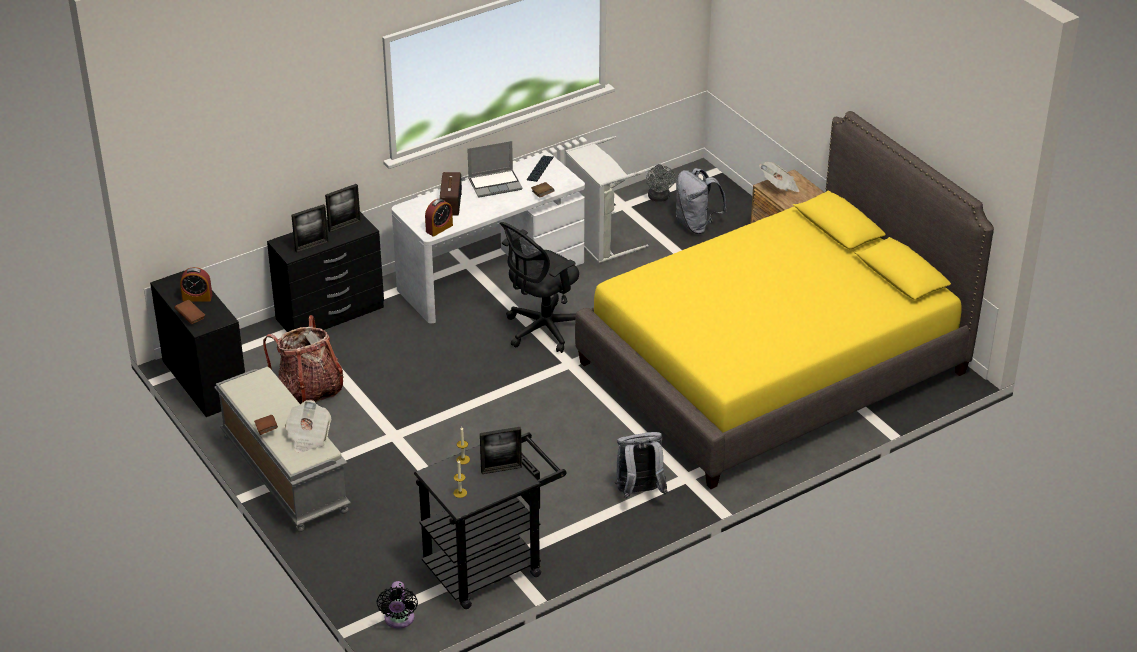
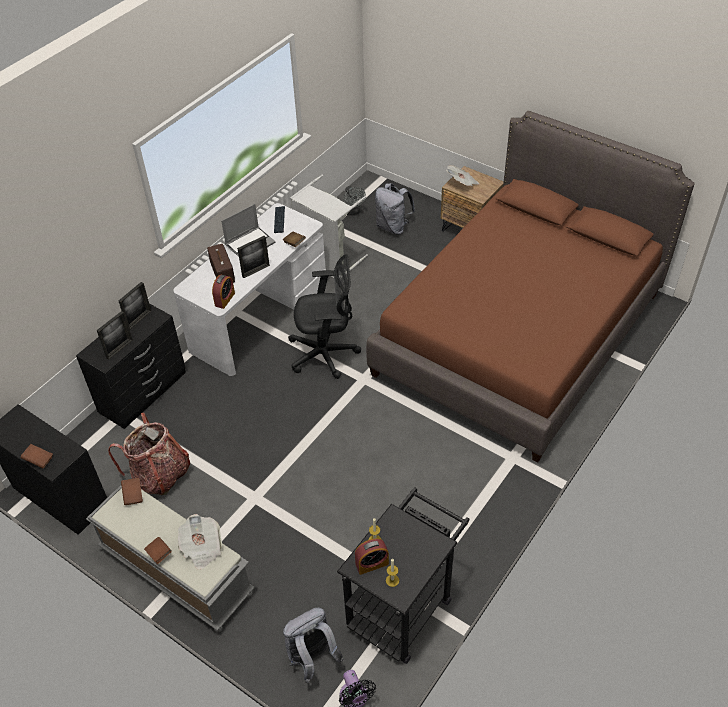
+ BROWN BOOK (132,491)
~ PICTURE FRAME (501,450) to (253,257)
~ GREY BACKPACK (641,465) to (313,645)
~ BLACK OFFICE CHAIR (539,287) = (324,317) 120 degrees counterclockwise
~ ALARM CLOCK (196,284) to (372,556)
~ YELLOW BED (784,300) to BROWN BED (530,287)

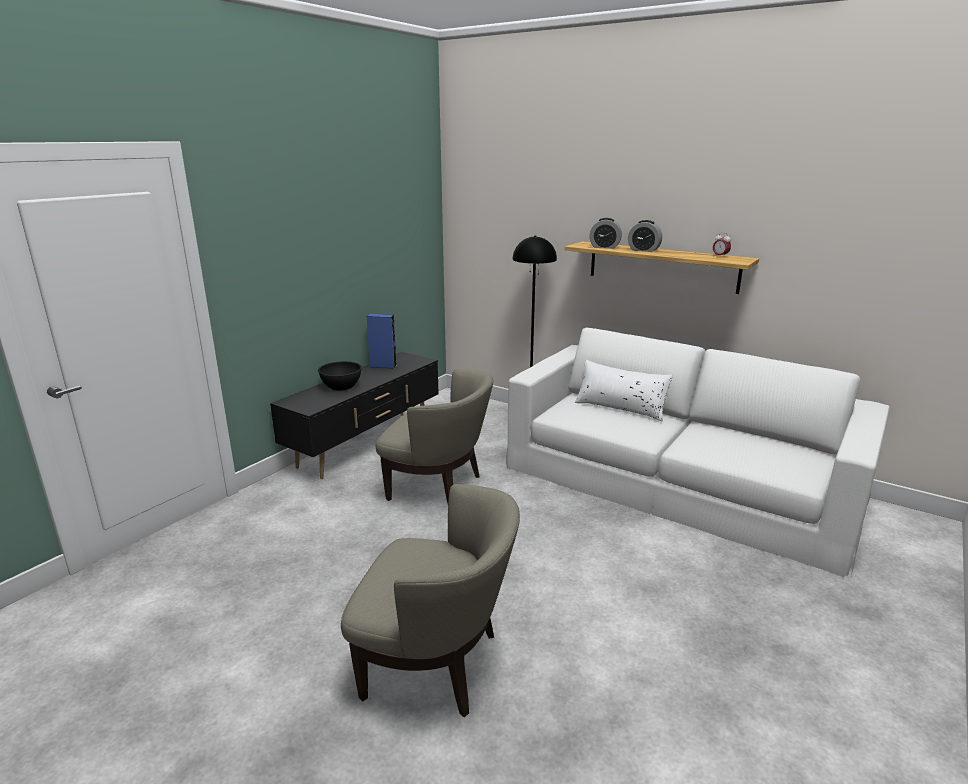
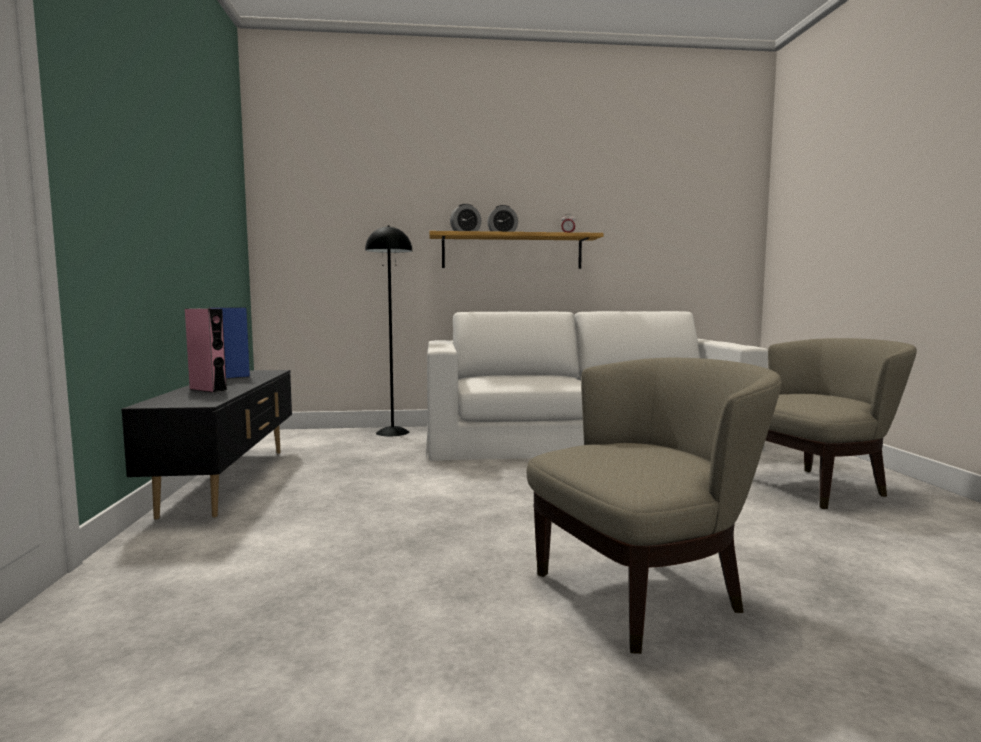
~ BLACK BOWL (340,376) to PINK SPEAKER (206,351)
~ BEIGE ARMCHAIR (434,436) to (841,423)
- WHITE PILLOW (624,390)

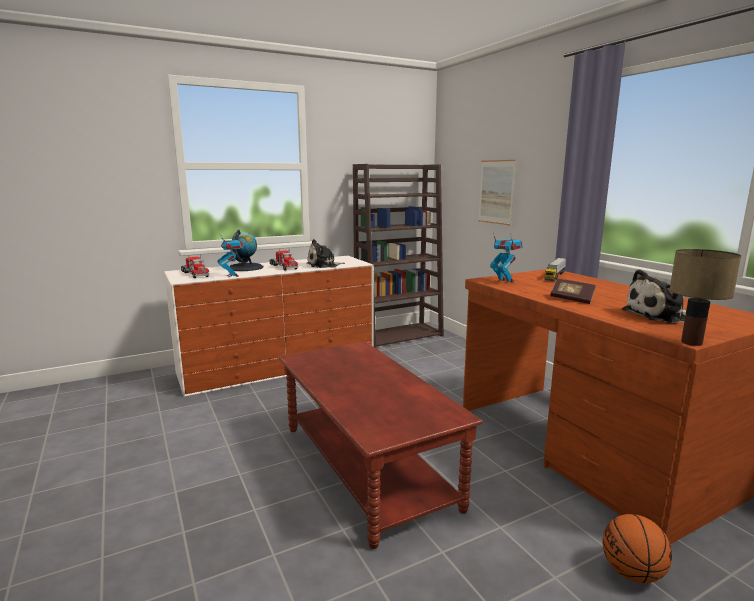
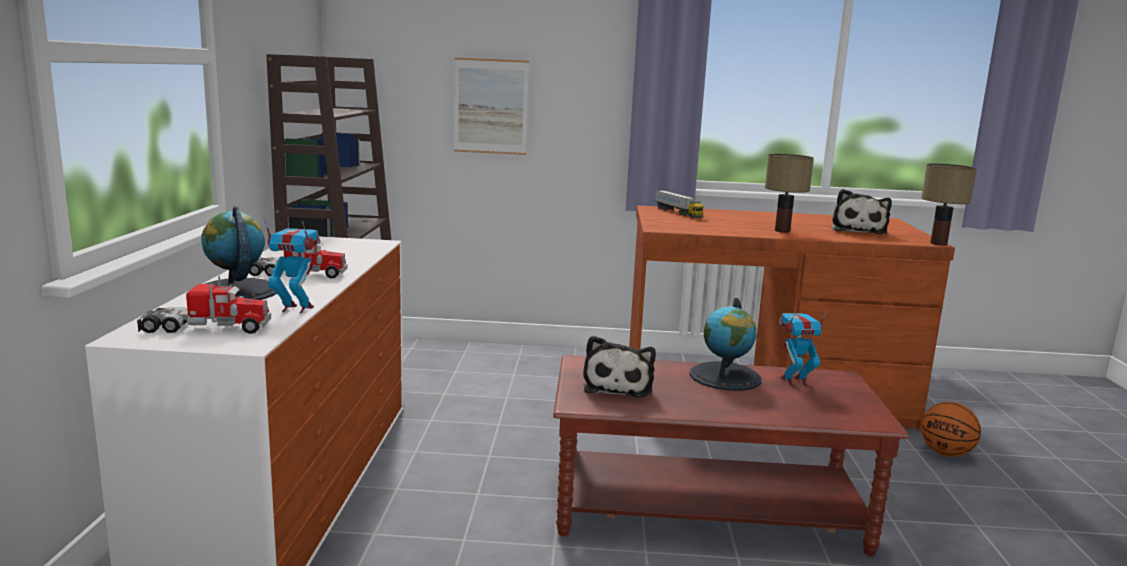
~ PLUSH TOY (326,253) to (619,367)
+ GLOBE (725,344)
~ BOOK (573,291) to TABLE LAMP (789,193)
~ TOY ROBOT (506,258) to (802,348)

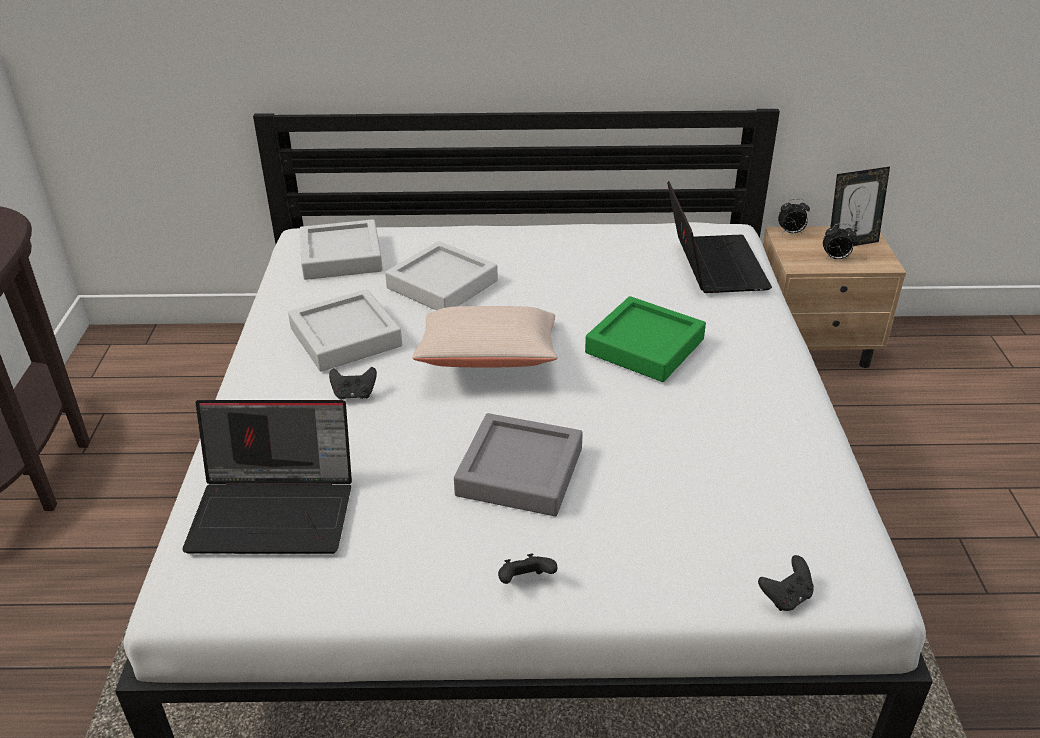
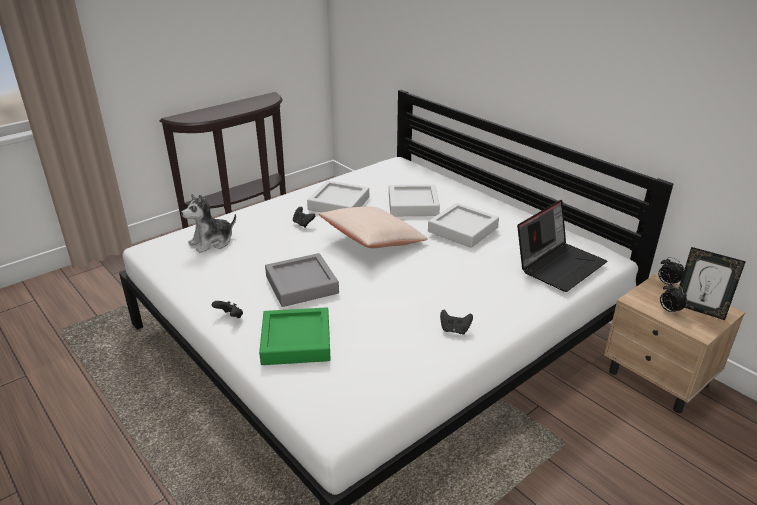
~ LAPTOP (267,477) to PLUSH TOY (208,223)
~ GREEN TRAY (645,339) to (295,336)
~ GREY TRAY (341,249) to (463,225)
~ BLACK GAME CONTROLLER (786,583) to (456,322)

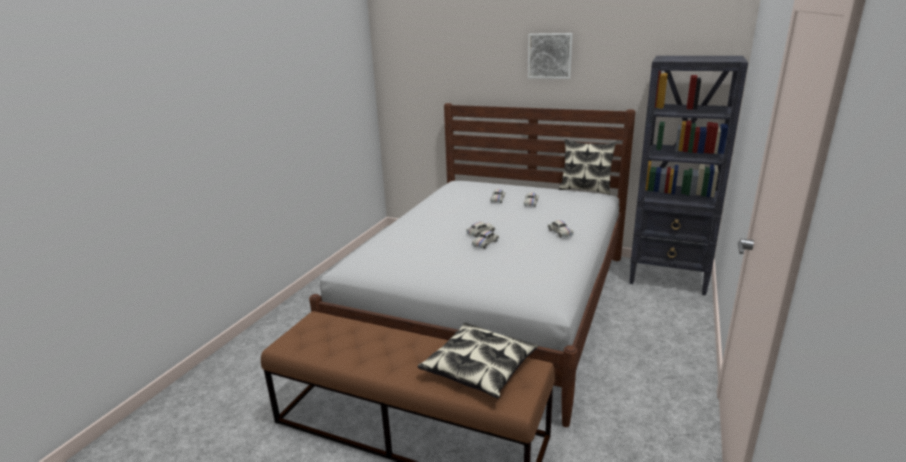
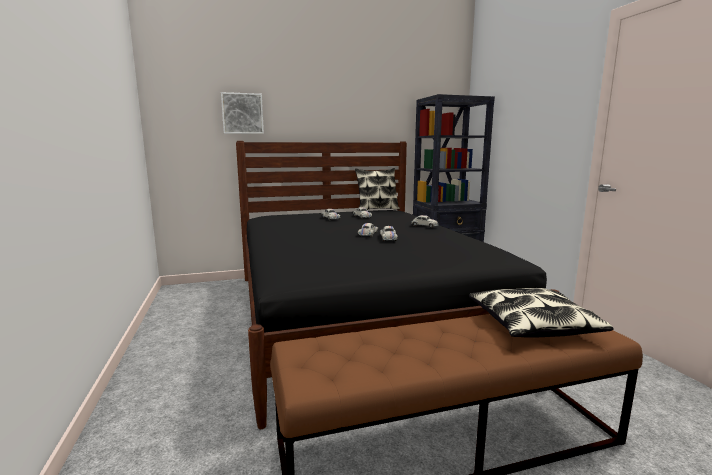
~ PICTURE (550,56) to (242,113)
~ WHITE BED (472,265) to BLACK BED (397,285)

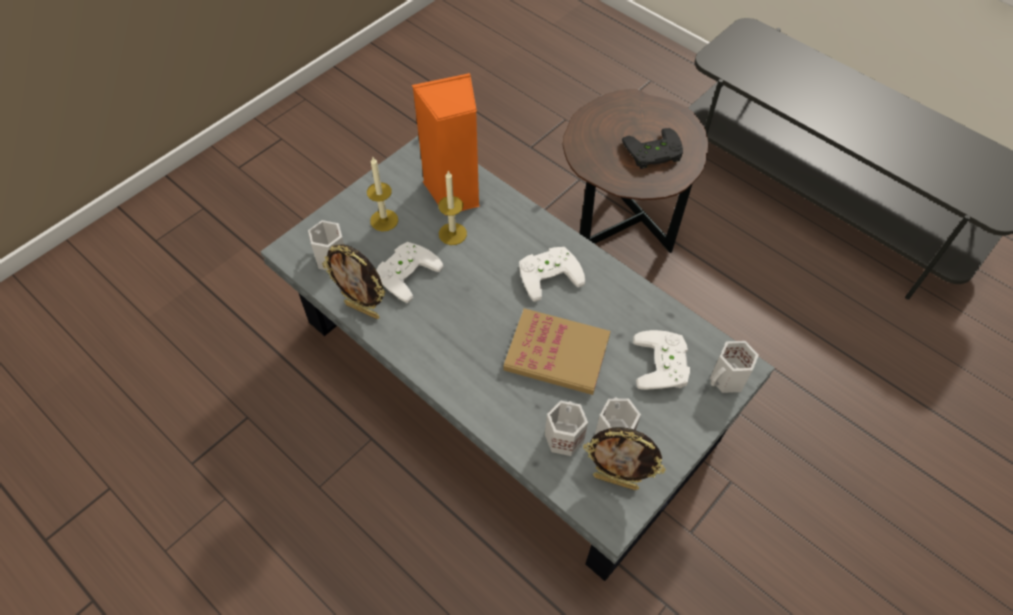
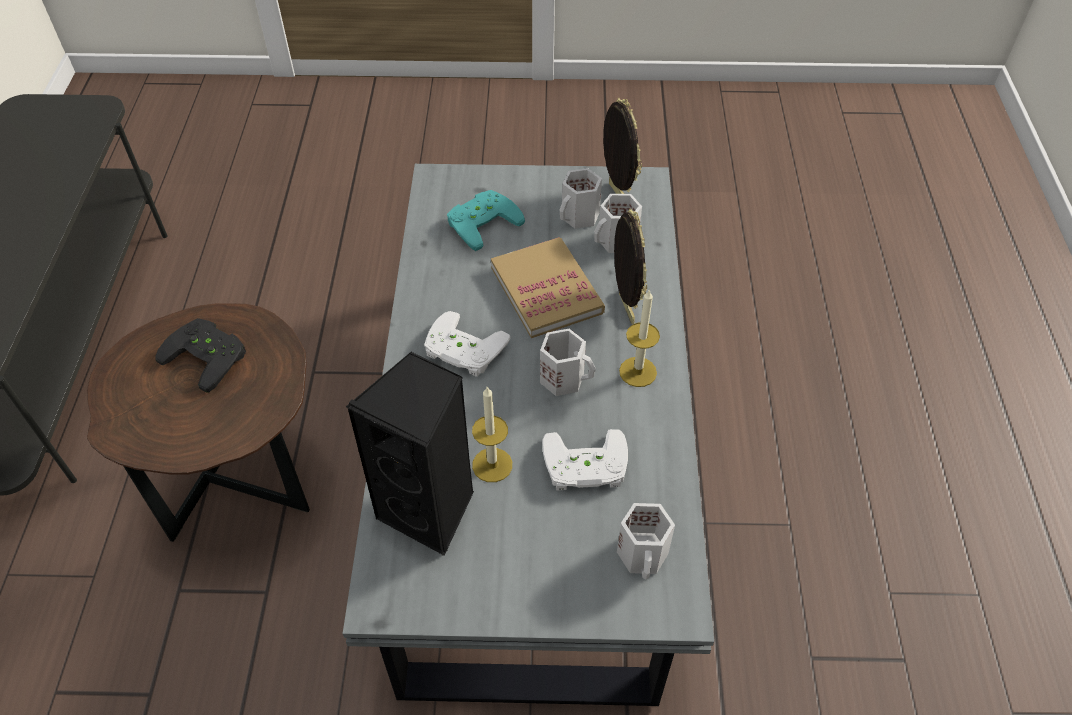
~ ORANGE SPEAKER (445,142) to BLACK SPEAKER (410,454)
~ WHITE GAME CONTROLLER (661,360) to TURQUOISE GAME CONTROLLER (486,220)
~ WHITE MUG (734,367) to (568,362)
~ PICTURE FRAME (353,281) to (630,266)
~ CANDLE (382,194) to (639,338)

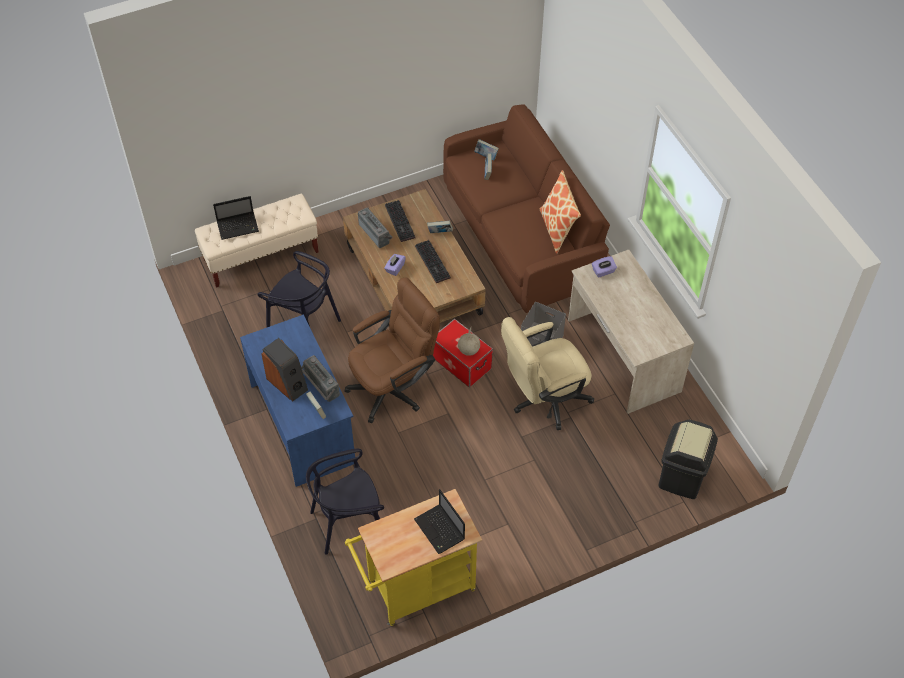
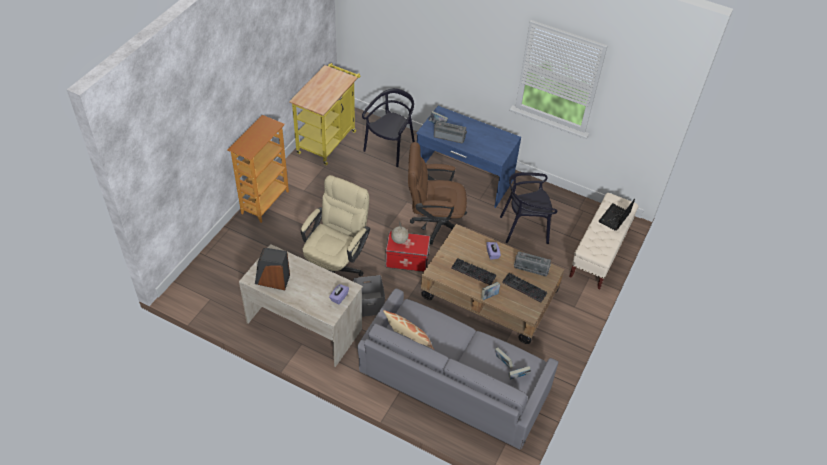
+ BOOKCASE (258,169)
~ SPEAKER (285,370) to (272,269)
~ BROWN SOFA (526,208) to GREY SOFA (457,368)
~ BROWN OFFICE CHAIR (392,350) = (437,193) 75 degrees clockwise
- LAPTOP (439,521)
- BLACK TRASH CAN (688,459)

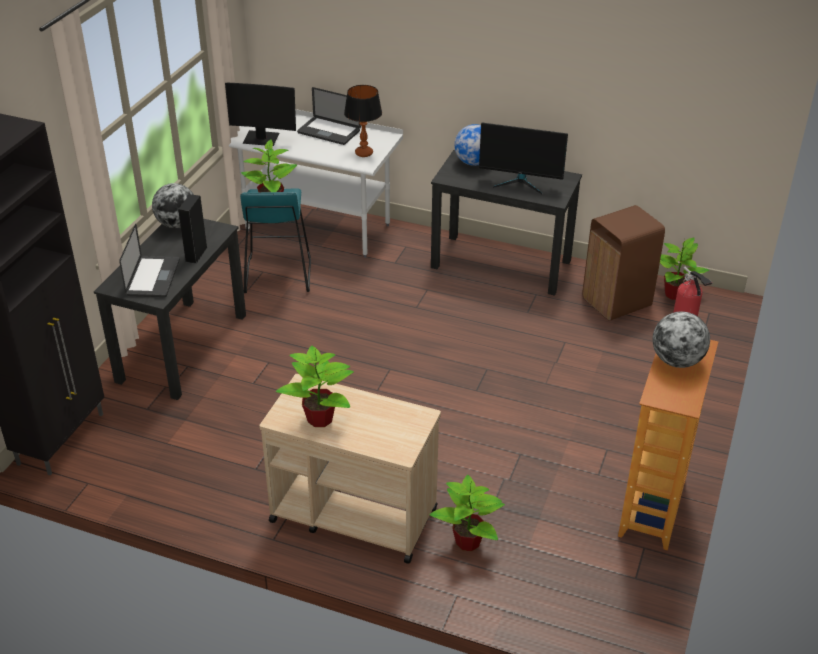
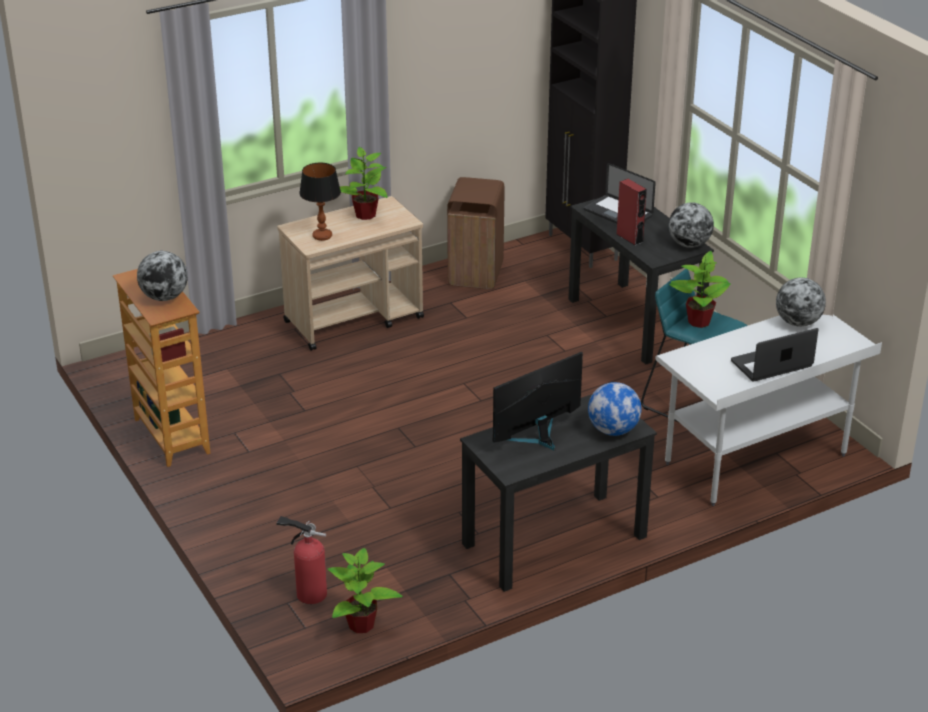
~ TABLE LAMP (363,121) to (320,202)
~ BROWN TRASH CAN (623,263) to (476,233)
~ BLACK SPEAKER (192,229) to RED SPEAKER (631,212)
~ MONITOR (260,114) to GLOBE (801,302)
- POTTED PLANT (467,513)

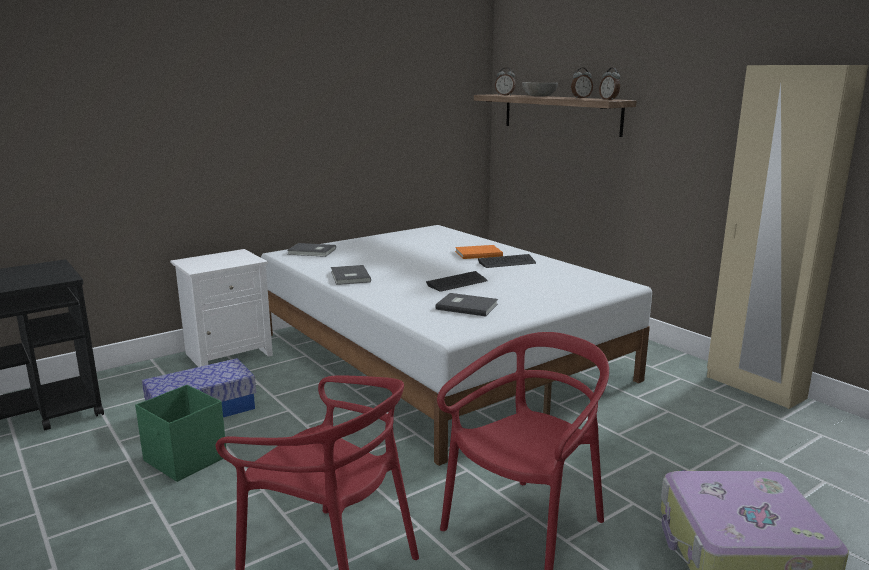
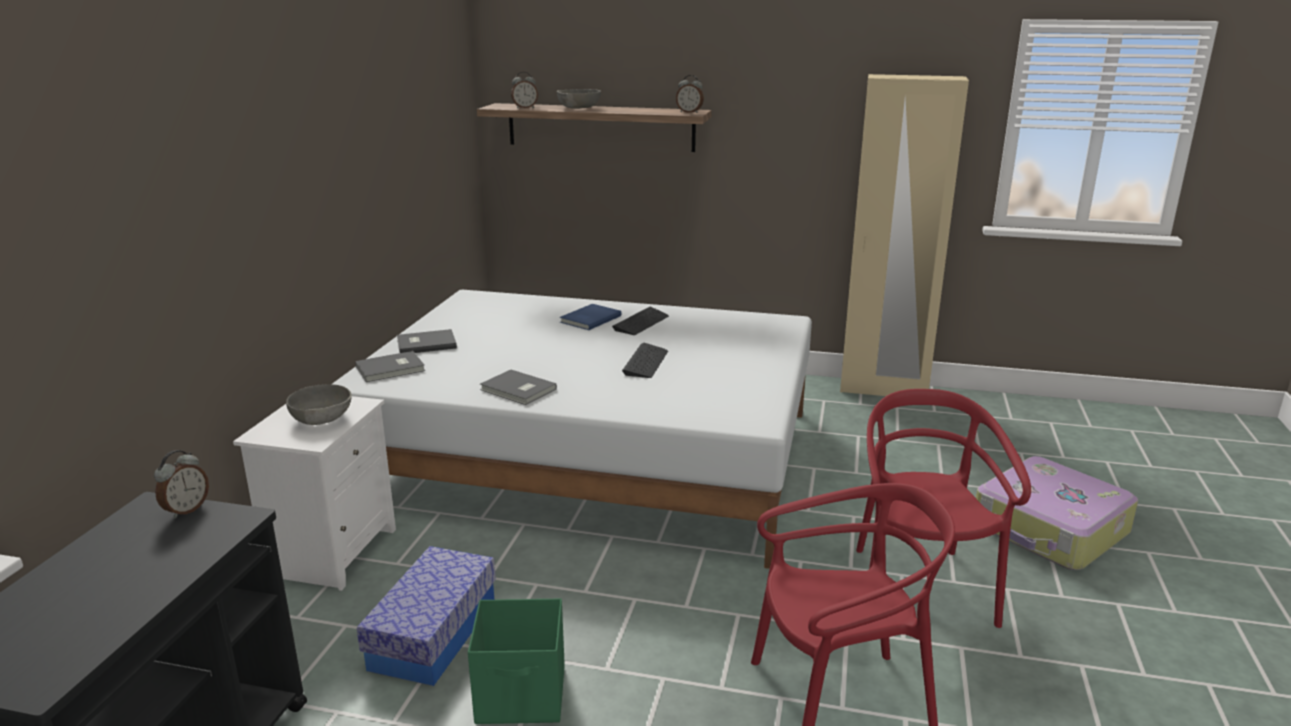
~ ALARM CLOCK (582,83) to (181,484)
+ GREY BOWL (319,404)
~ GREY BOOK (467,304) to (427,341)
~ ORANGE BOOK (479,252) to BLUE BOOK (591,317)

